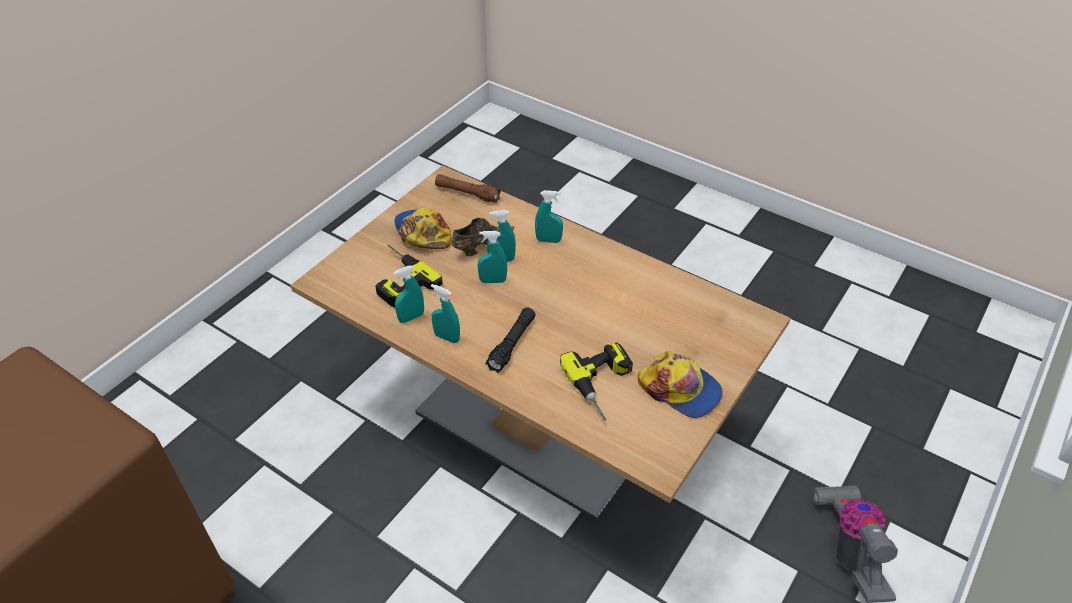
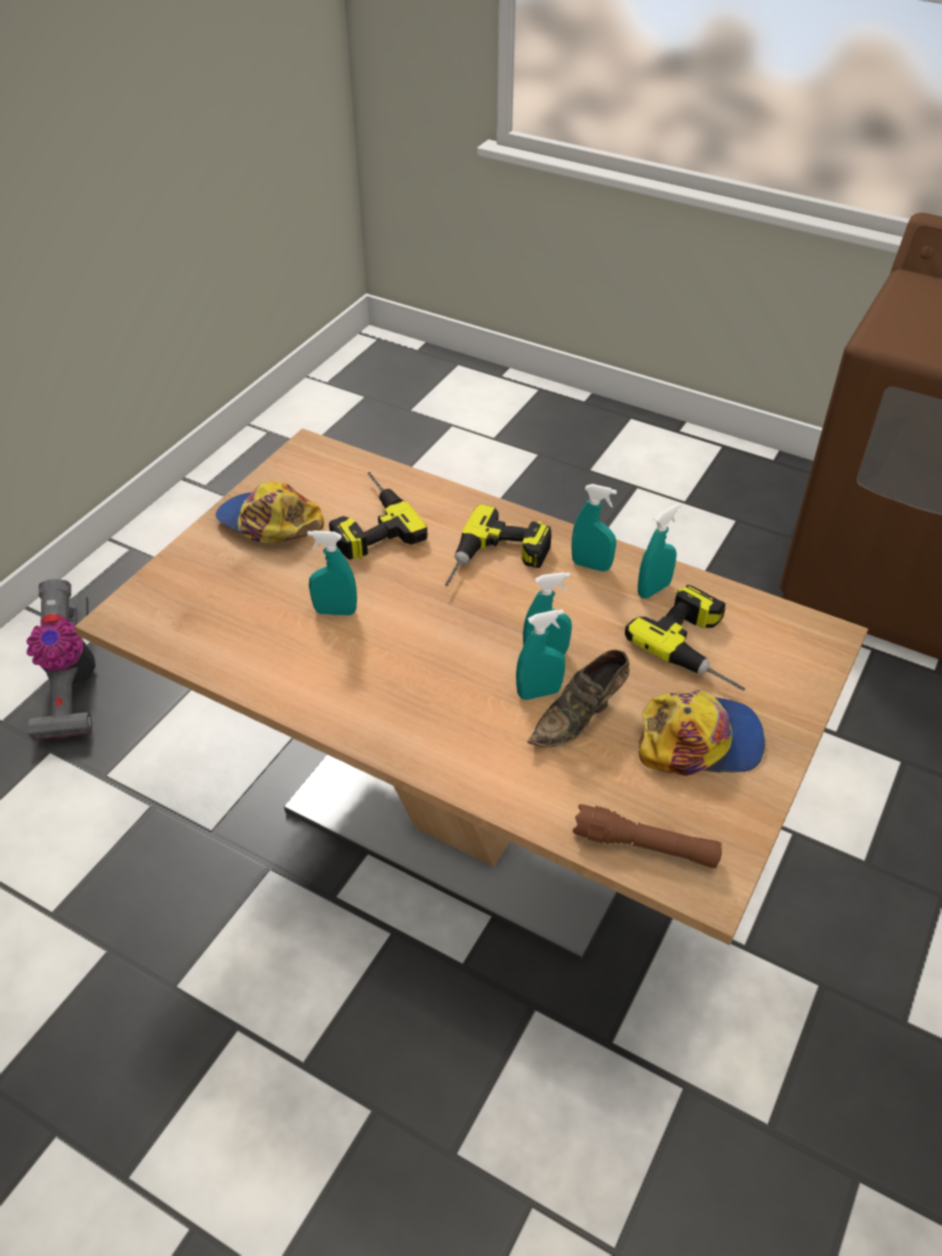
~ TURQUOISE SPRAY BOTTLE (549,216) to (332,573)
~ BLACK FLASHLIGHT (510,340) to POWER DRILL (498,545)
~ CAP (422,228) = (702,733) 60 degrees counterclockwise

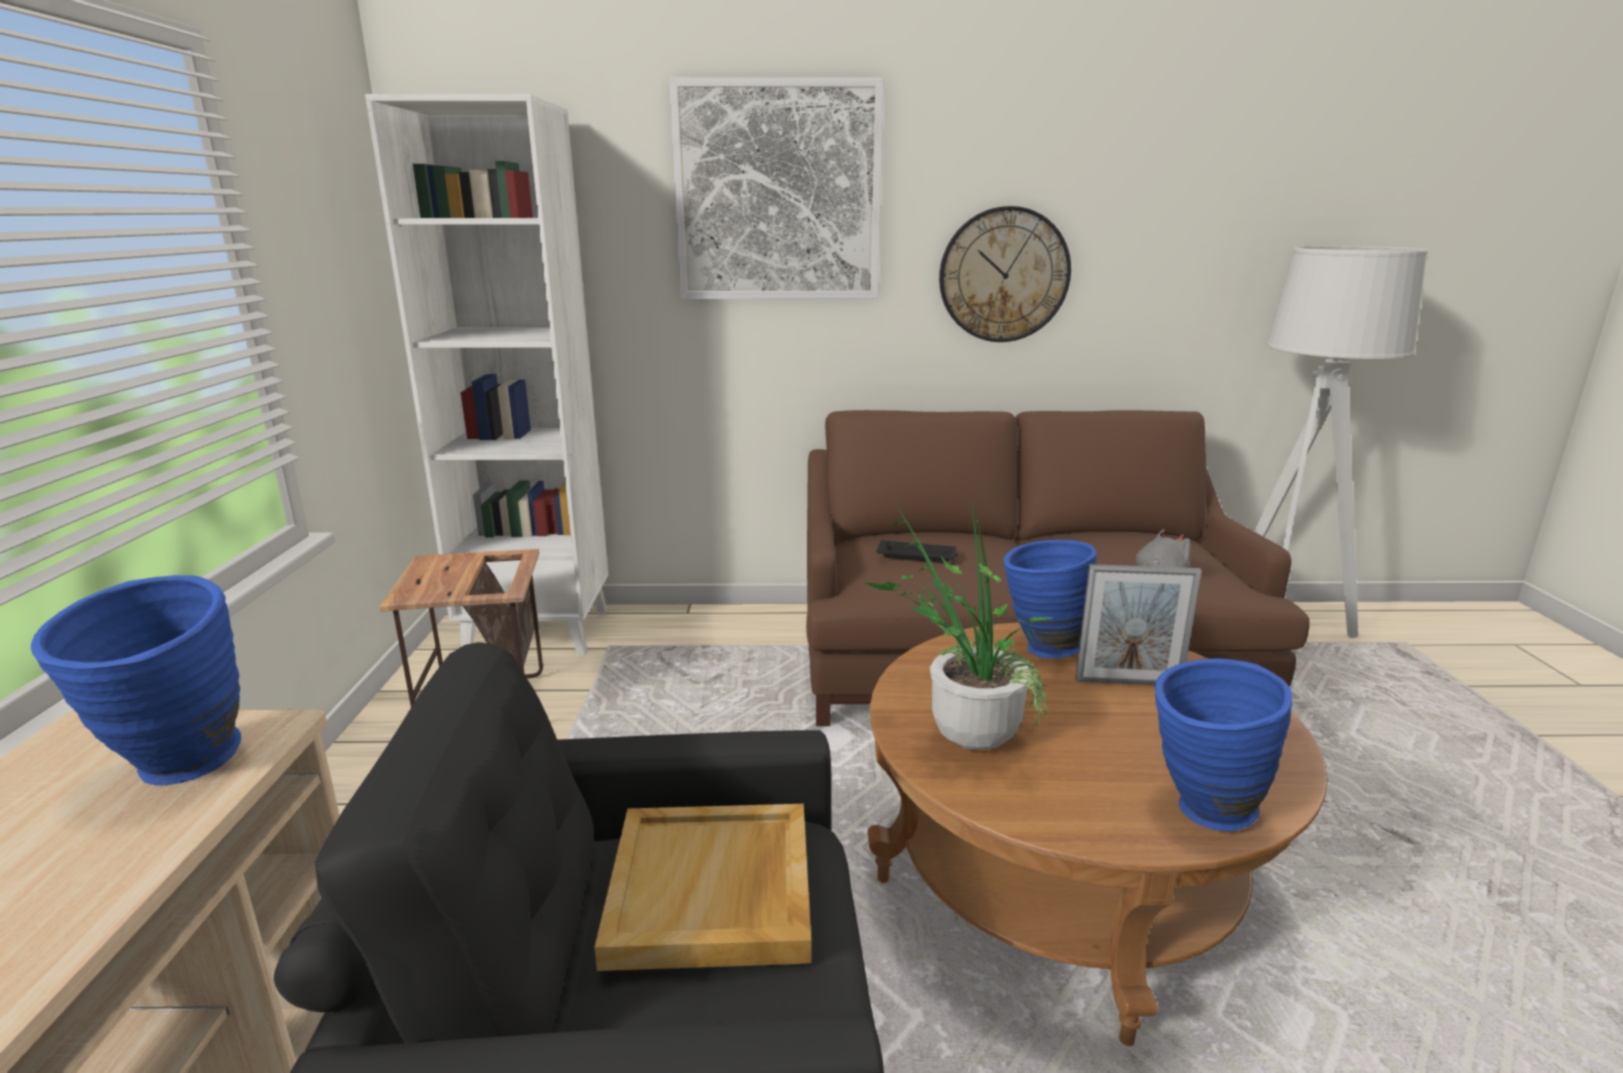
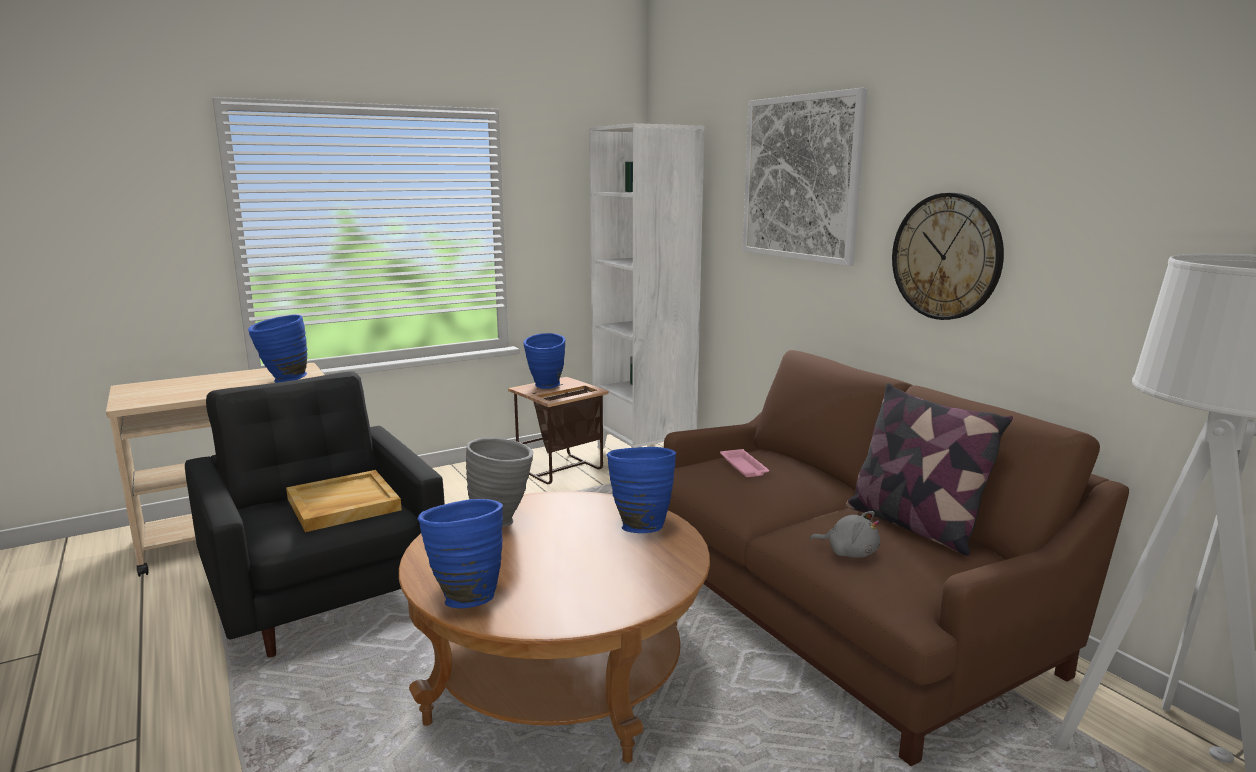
~ POTTED PLANT (958,625) to GREY VASE (499,482)
+ BLUE VASE (544,361)
~ BLACK TRAY (917,551) to PINK TRAY (744,463)
+ PILLOW (929,469)
- PICTURE FRAME (1138,624)

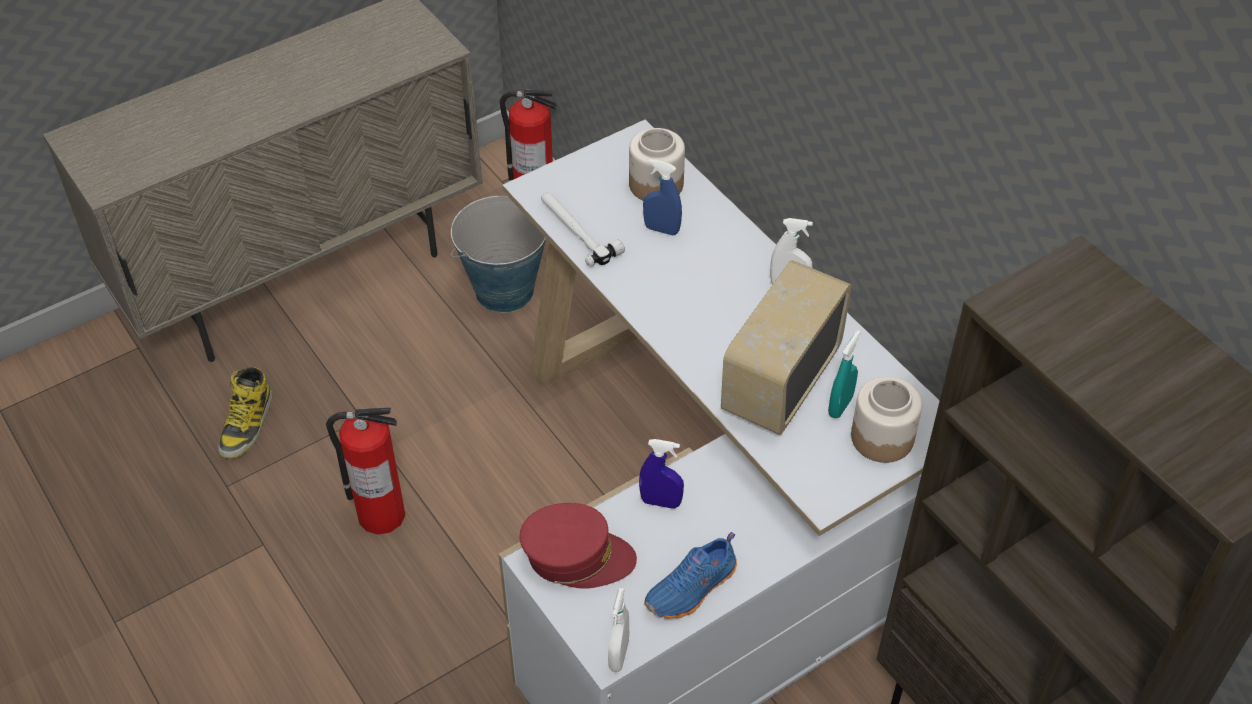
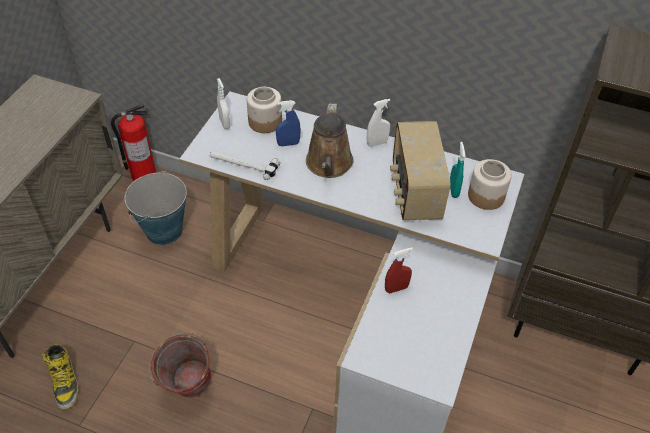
~ FIRE EXTINGUISHER (365,471) to BUCKET (180,365)
~ WHITE SPRAY BOTTLE (618,630) to (223,103)
+ BROWN WATERING CAN (330,140)
~ BLUE SPRAY BOTTLE (661,474) to RED SPRAY BOTTLE (399,270)
- RED CAP (578,546)
- BLUE SHOE (690,575)

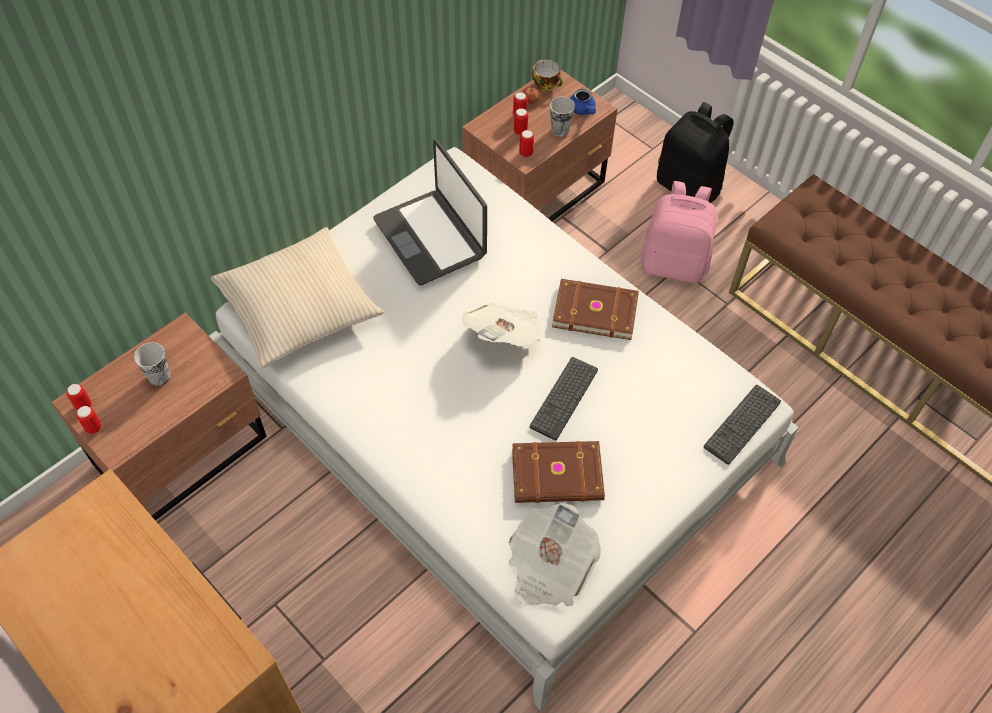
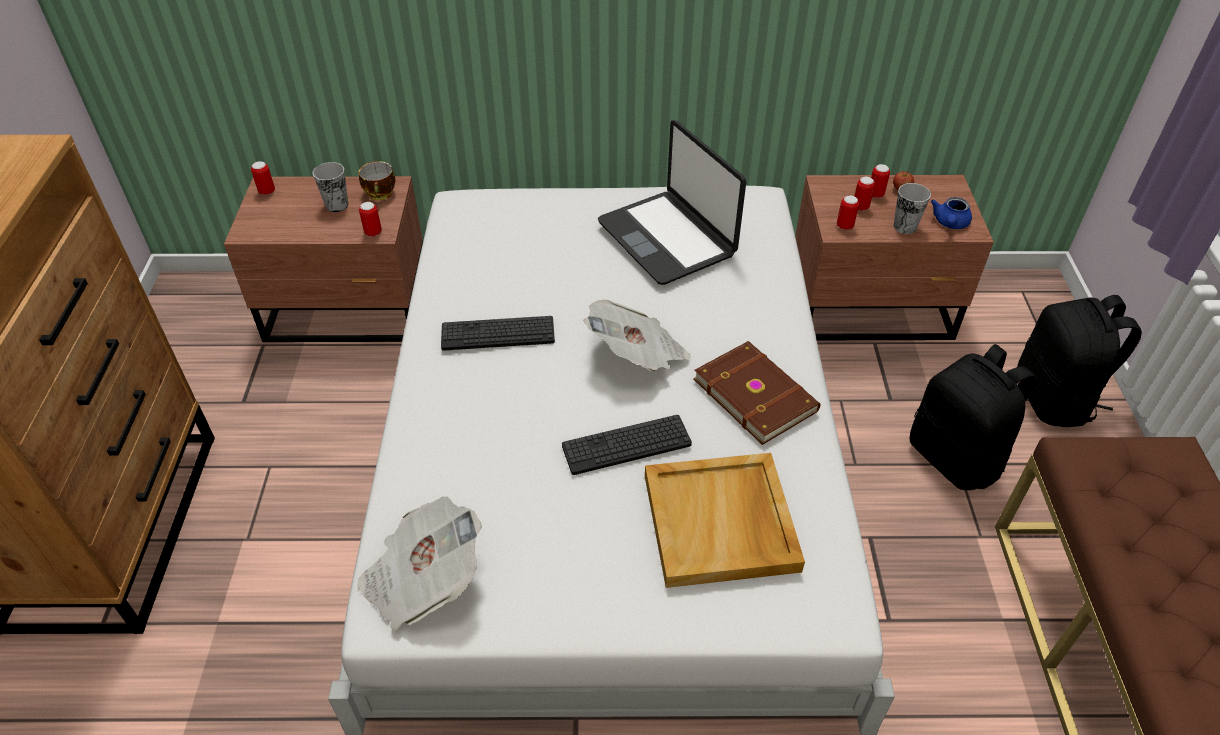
~ CUP (548,75) to (377,180)
~ CAN (89,420) to (370,219)
~ KEYBOARD (742,425) to (498,333)
~ LAPTOP (430,212) = (672,202) 45 degrees counterclockwise
+ BEIGE TRAY (725,520)
~ PINK BACKPACK (679,232) to BLACK BACKPACK (973,417)
- BEIGE PILLOW (297,298)
- BROWN BOOK (558,472)

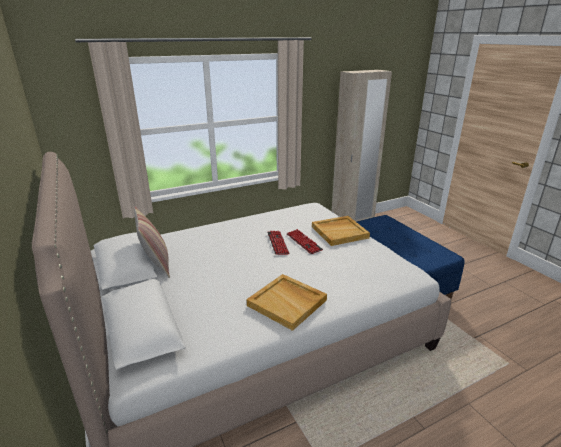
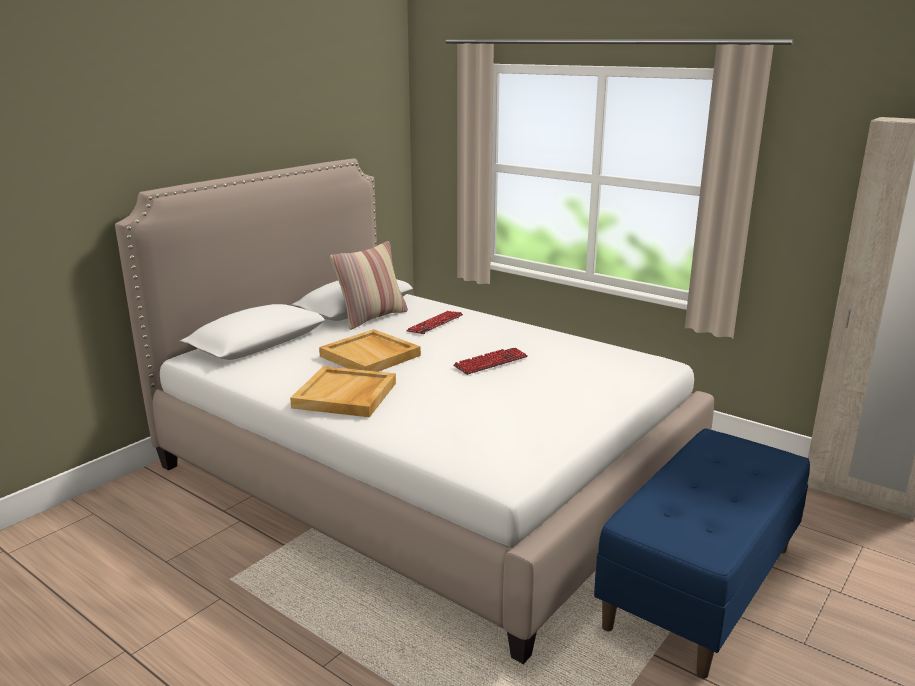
~ BEIGE TRAY (341,231) to (370,350)
~ KEYBOARD (305,241) to (434,322)

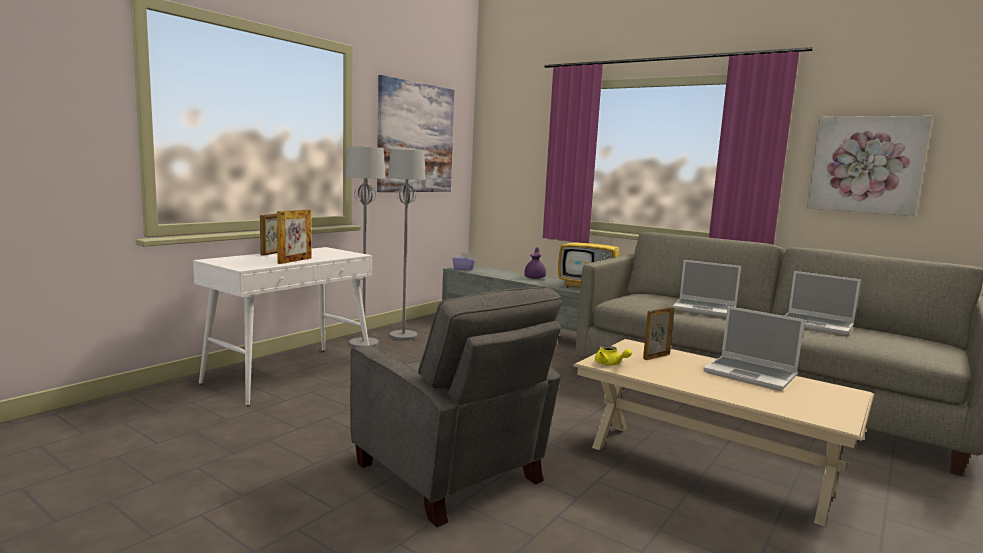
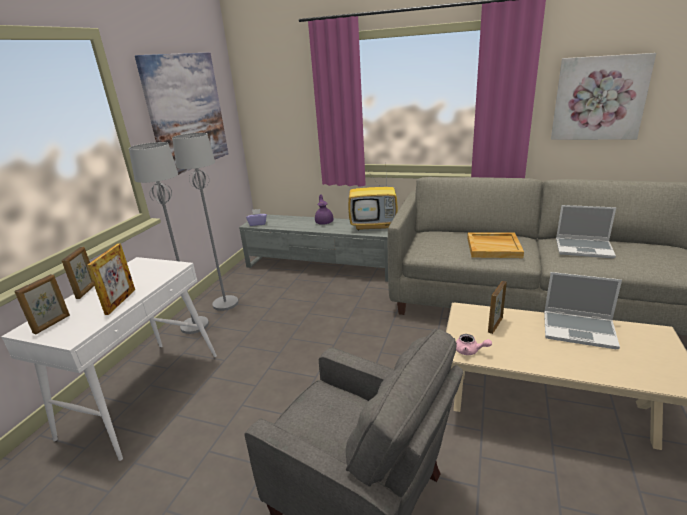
+ PICTURE FRAME (42,304)
~ YELLOW TEAPOT (613,355) to PINK TEAPOT (474,344)
~ LAPTOP (706,288) to BEIGE TRAY (495,245)

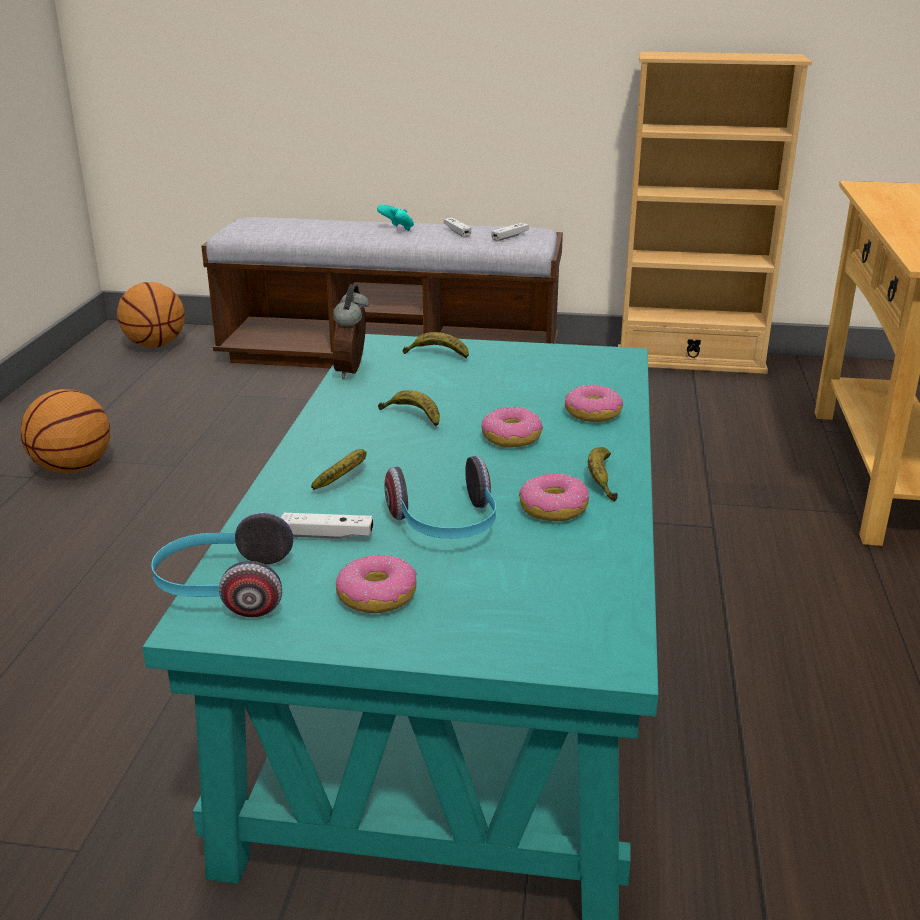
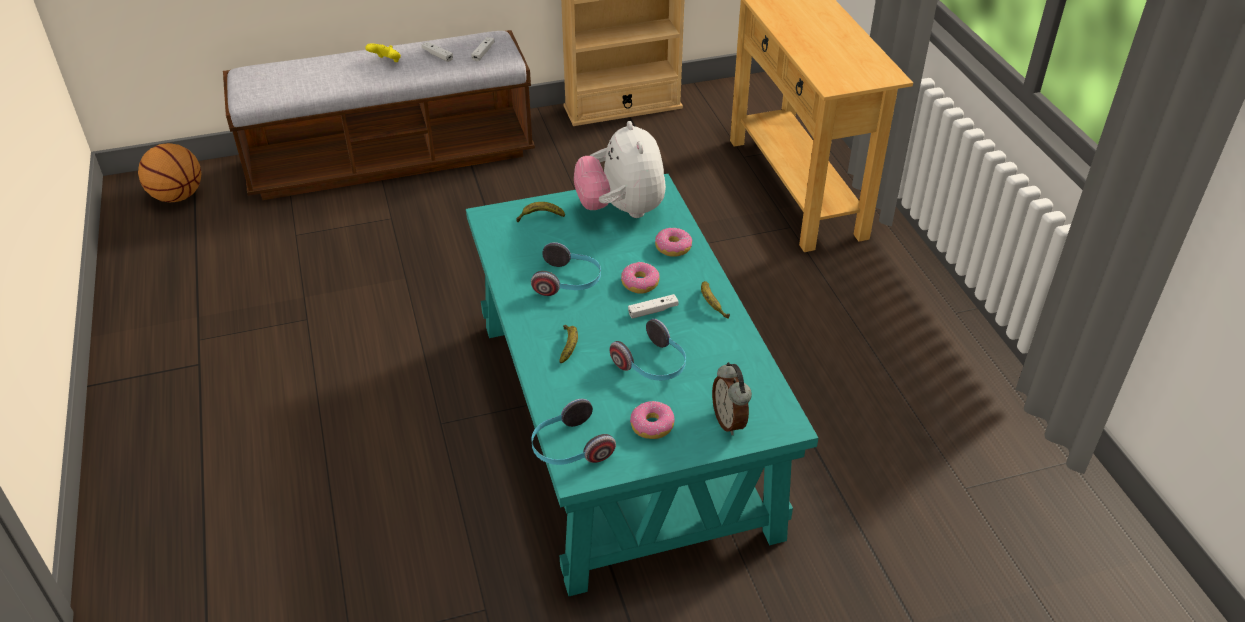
~ TURQUOISE GAME CONTROLLER (395,218) to YELLOW GAME CONTROLLER (383,53)
~ BANANA (409,408) to HEADPHONES (566,269)
+ PLUSH TOY (620,169)
~ WHITE GAME CONTROLLER (327,526) to (653,306)
~ ALARM CLOCK (351,331) to (732,398)
- BASKETBALL (65,431)
- DONUT (554,497)

